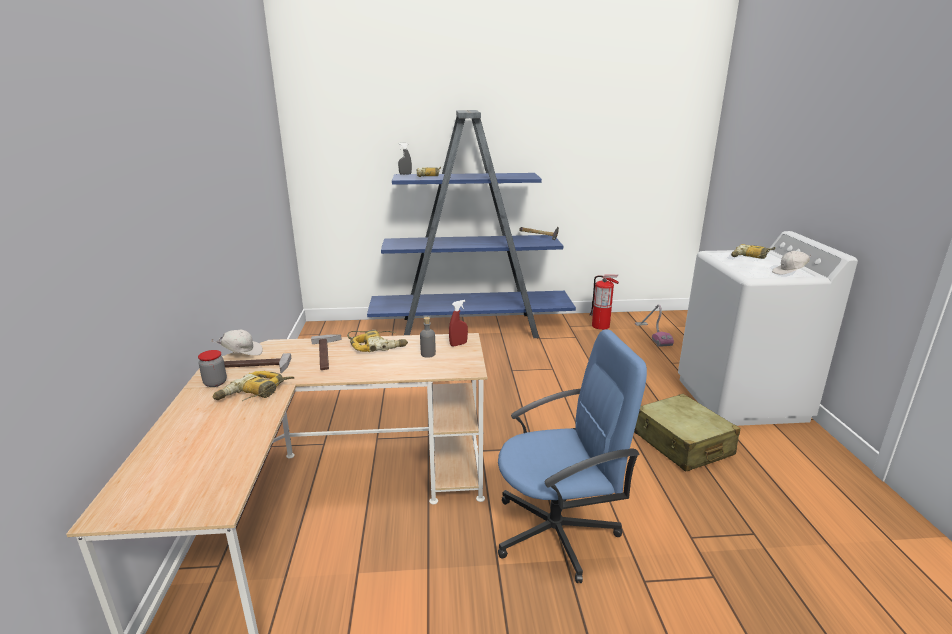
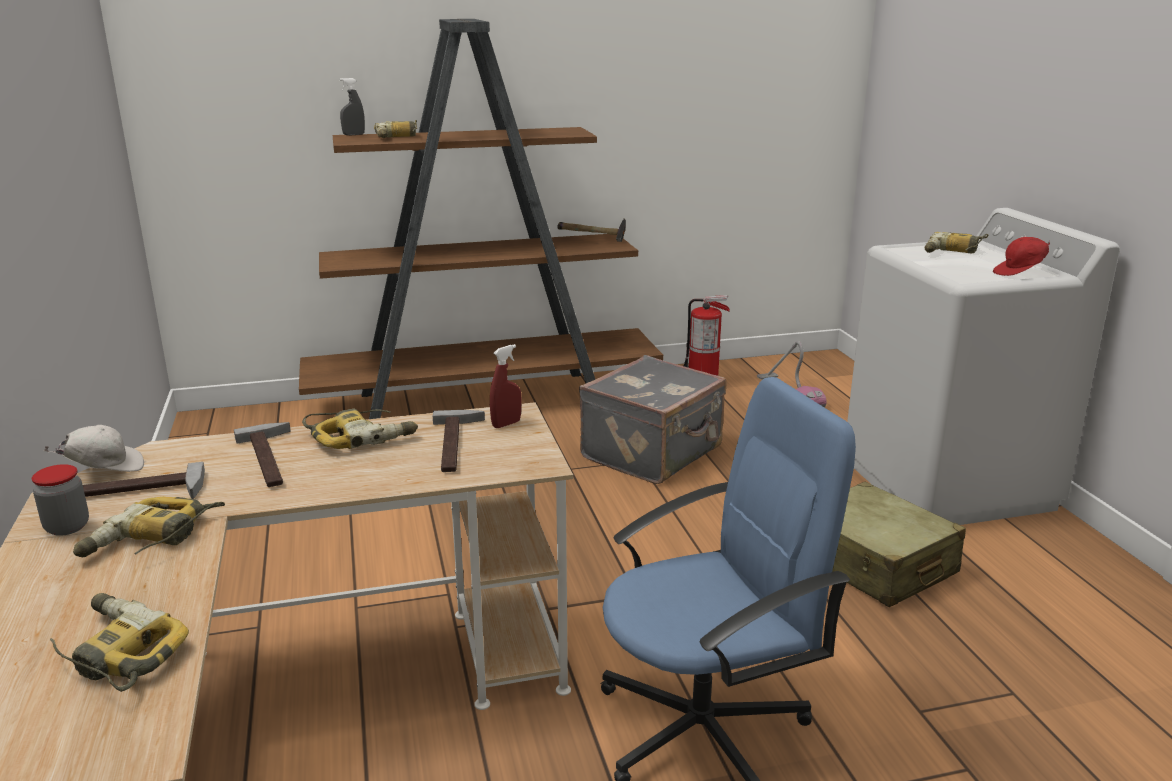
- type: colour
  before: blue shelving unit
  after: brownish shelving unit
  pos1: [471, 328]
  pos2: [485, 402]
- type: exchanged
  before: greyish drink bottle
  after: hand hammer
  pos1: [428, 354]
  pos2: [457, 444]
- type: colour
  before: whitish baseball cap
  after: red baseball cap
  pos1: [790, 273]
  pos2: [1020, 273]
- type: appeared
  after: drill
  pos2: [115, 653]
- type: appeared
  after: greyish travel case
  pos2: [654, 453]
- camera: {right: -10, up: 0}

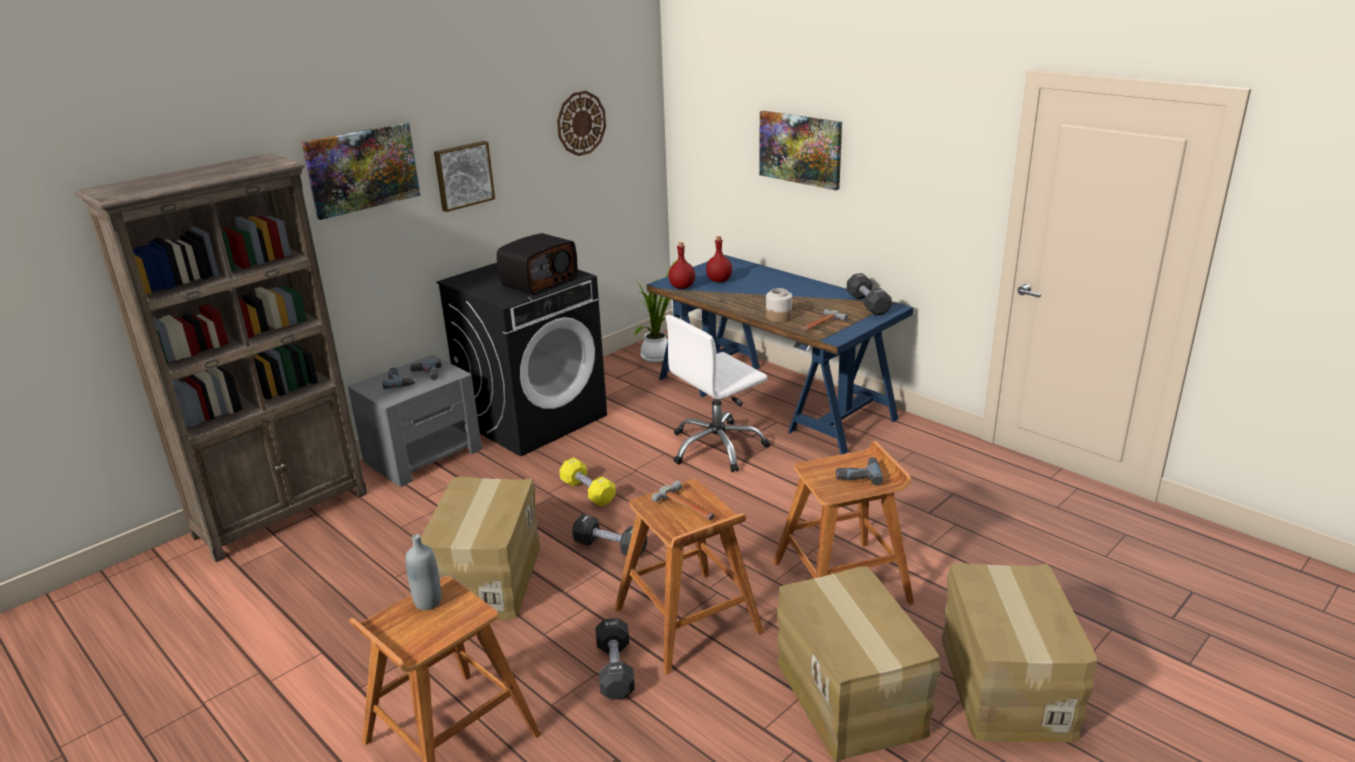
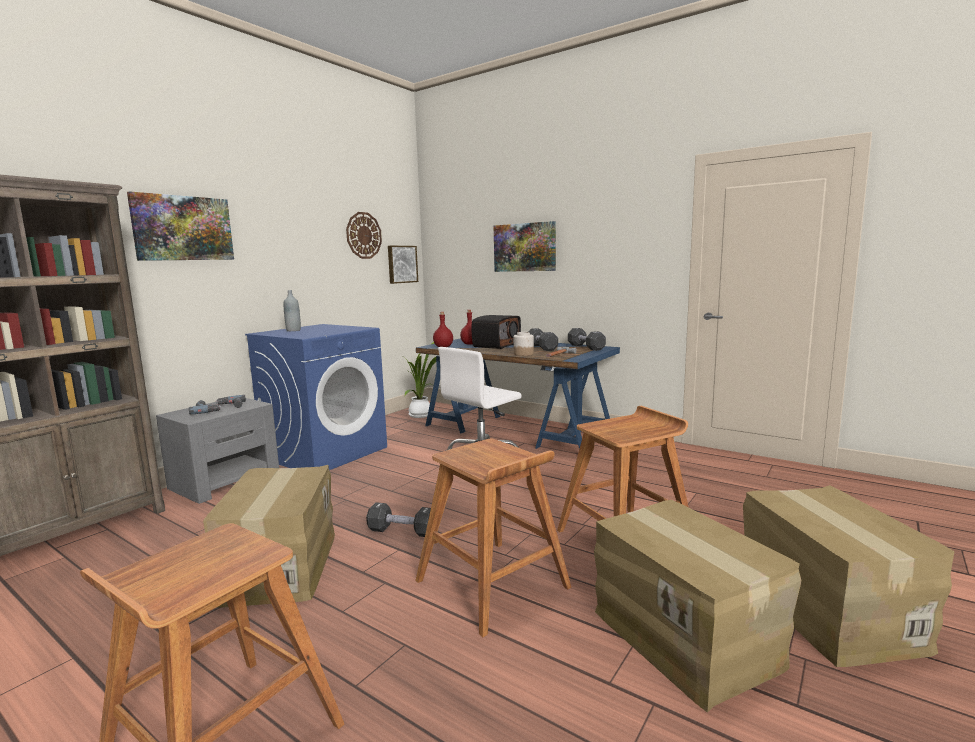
- type: relocated
  before: greyish drink bottle
  pos1: [428, 602]
  pos2: [293, 330]
- type: relocated
  before: wall picture
  pos1: [463, 175]
  pos2: [401, 264]
- type: colour
  before: blackish laundry appliance
  after: blue laundry appliance
  pos1: [534, 418]
  pos2: [325, 452]
- type: relocated
  before: radio
  pos1: [539, 282]
  pos2: [496, 345]
- type: missing
  before: yellowish hand weight
  pos1: [588, 492]
- type: relocated
  before: blackish hand weight
  pos1: [615, 670]
  pos2: [541, 347]
- type: missing
  before: hand hammer
  pos1: [687, 507]
- type: missing
  before: drill
  pos1: [857, 474]
- camera: {right: -10, up: -15}

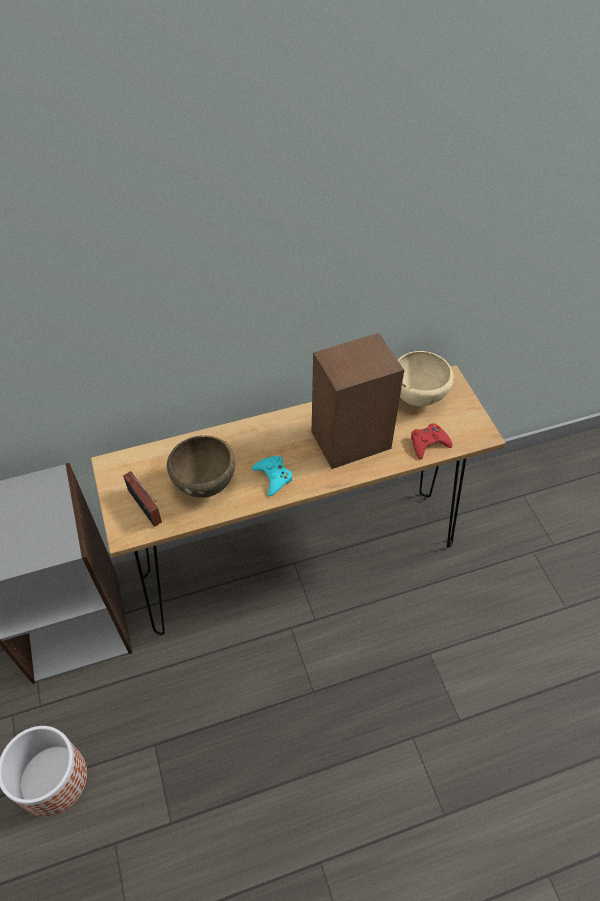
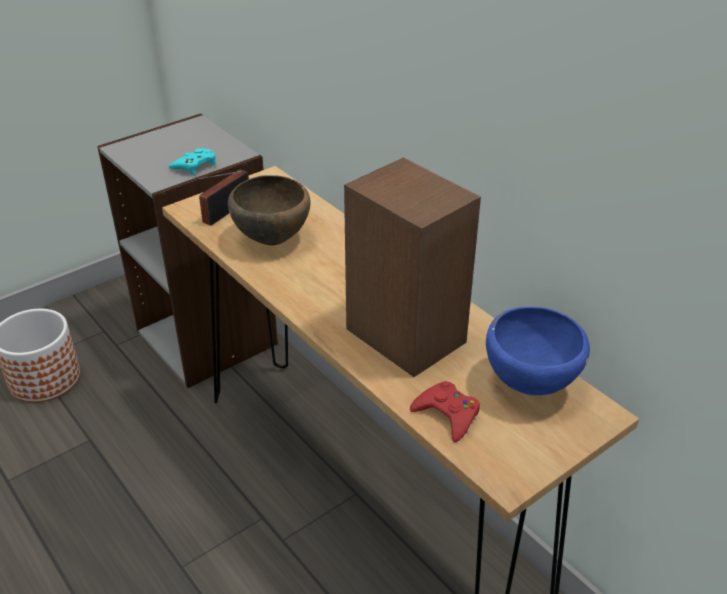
- type: relocated
  before: turquoise gamepad
  pos1: [273, 477]
  pos2: [195, 165]
- type: colour
  before: sand-coloured bowl
  after: blue bowl
  pos1: [416, 398]
  pos2: [528, 385]
- camera: {right: 70, up: -15}

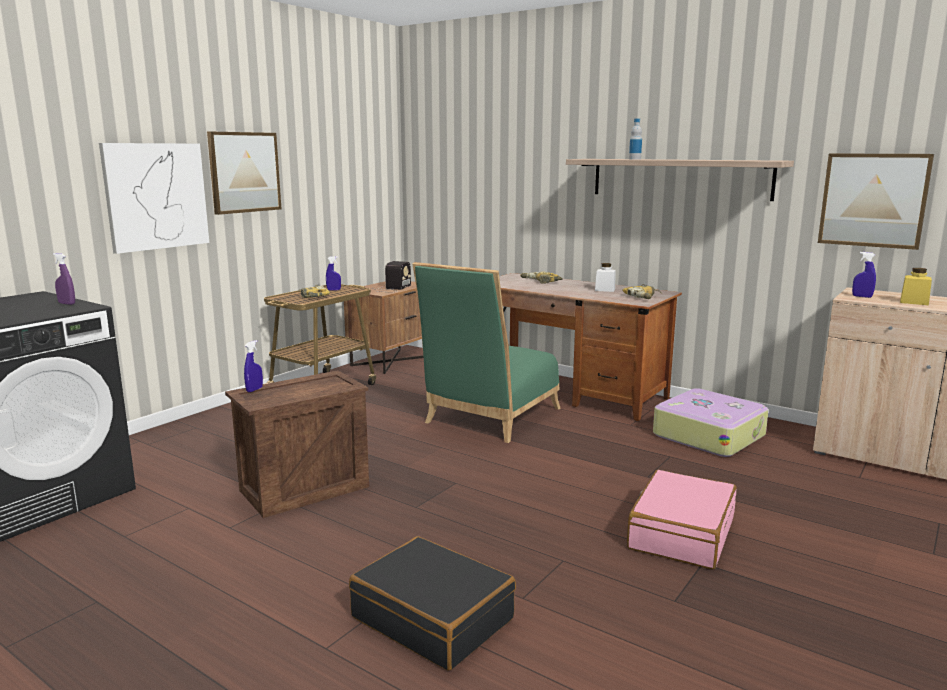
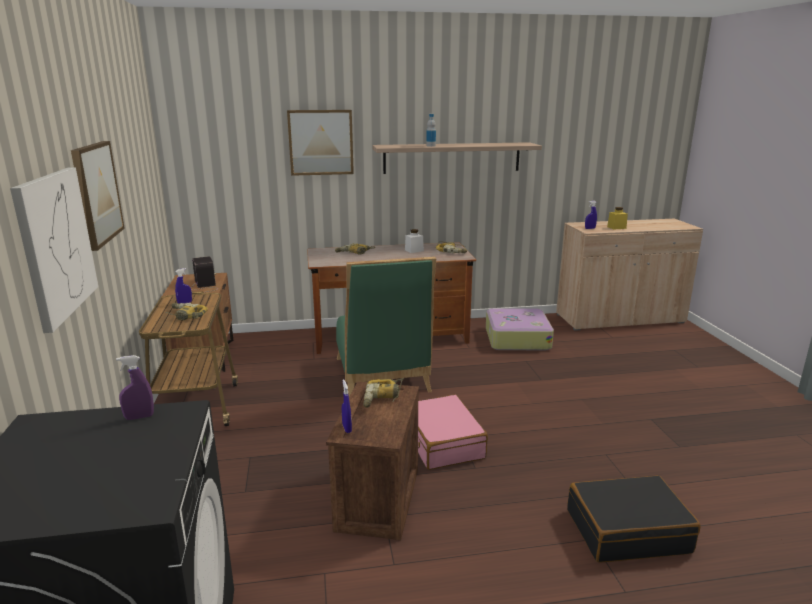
- type: relocated
  before: pinkish travel case
  pos1: [680, 533]
  pos2: [442, 442]
- type: relocated
  before: wall picture
  pos1: [873, 200]
  pos2: [321, 142]
- type: appeared
  after: drill
  pos2: [383, 398]
- camera: {right: -45, up: 5}

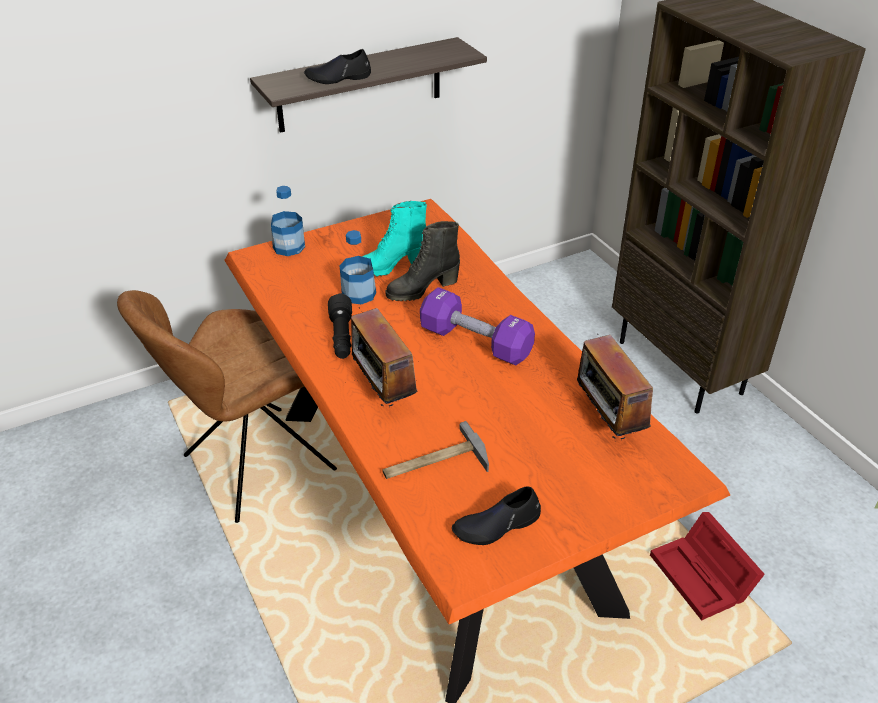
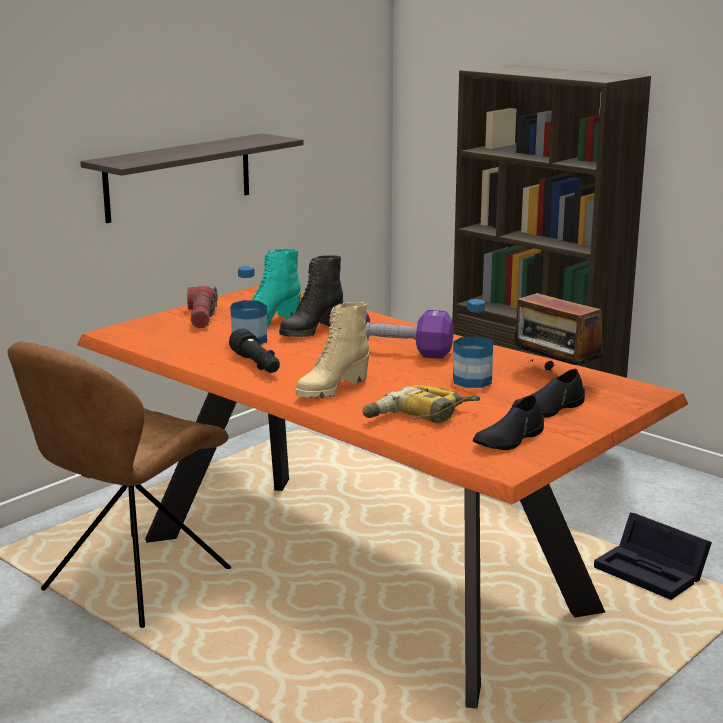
- type: relocated
  before: drink bottle
  pos1: [289, 247]
  pos2: [472, 381]
- type: relocated
  before: blackish item of footwear
  pos1: [338, 78]
  pos2: [548, 409]
- type: exchanged
  before: radio
  after: sand-coloured high-top boot
  pos1: [383, 394]
  pos2: [331, 389]
- type: exchanged
  before: hand hammer
  after: drill
  pos1: [434, 463]
  pos2: [419, 417]
- type: colour
  before: red storage container
  after: blackish storage container
  pos1: [704, 578]
  pos2: [653, 573]
- type: appeared
  after: flashlight
  pos2: [202, 317]
- camera: {right: -20, up: -20}

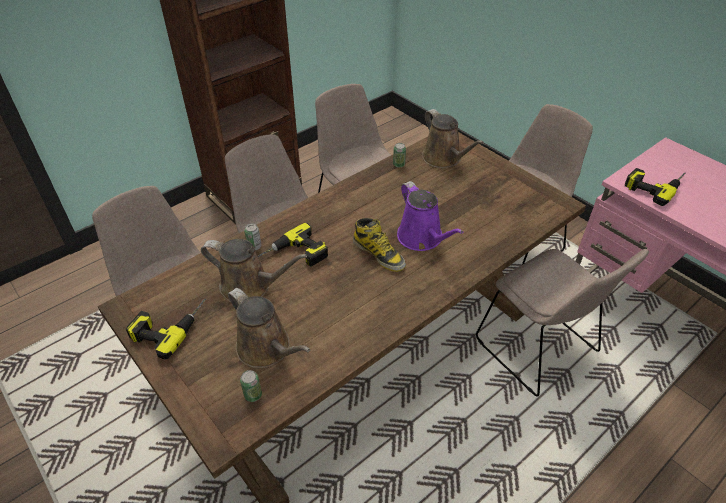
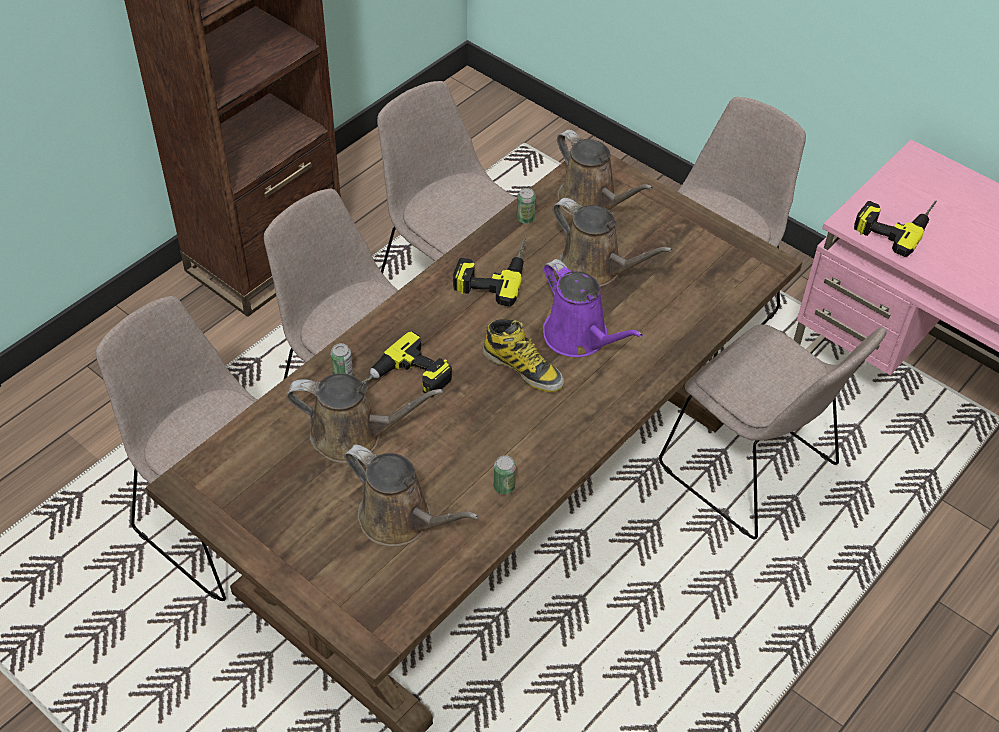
- type: relocated
  before: drill
  pos1: [169, 324]
  pos2: [492, 272]
- type: relocated
  before: metal can
  pos1: [253, 395]
  pos2: [504, 487]
- type: appeared
  after: brownish sprinkling can
  pos2: [596, 268]
- camera: {right: -10, up: 5}

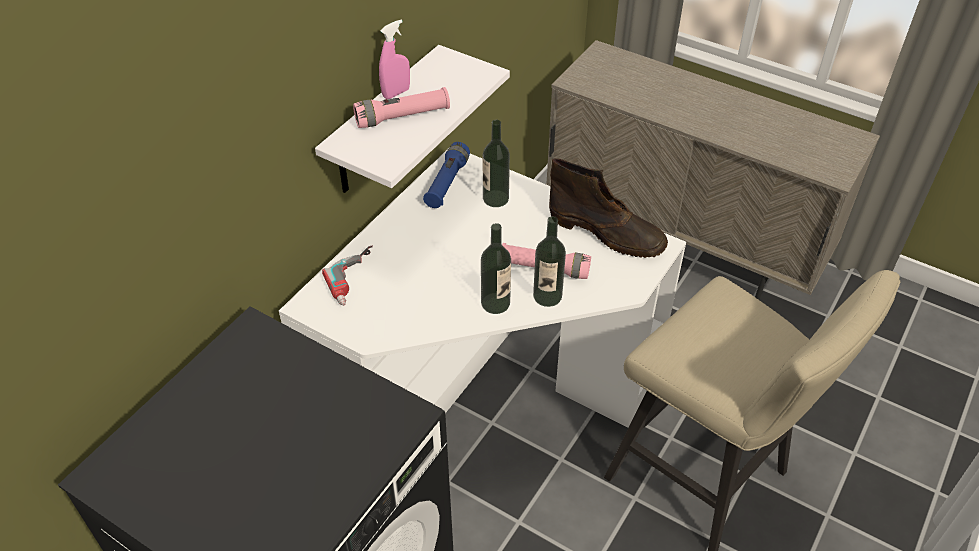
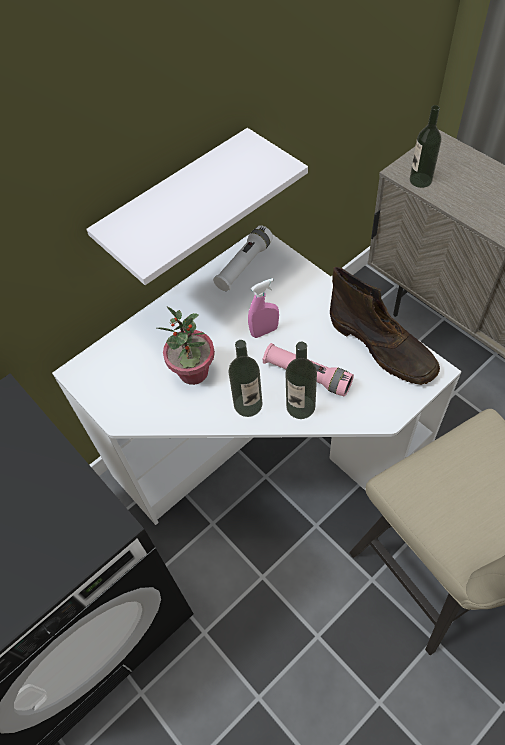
- type: missing
  before: drill
  pos1: [356, 279]
- type: missing
  before: pinkish flashlight
  pos1: [402, 117]
- type: relocated
  before: pinkish sprayer
  pos1: [396, 93]
  pos2: [264, 331]
- type: colour
  before: blue flashlight
  after: whitish flashlight
  pos1: [447, 183]
  pos2: [244, 265]
- type: relocated
  before: drink bottle
  pos1: [495, 198]
  pos2: [420, 180]
- type: appeared
  after: houseplant
  pos2: [193, 372]
- camera: {right: 20, up: 10}

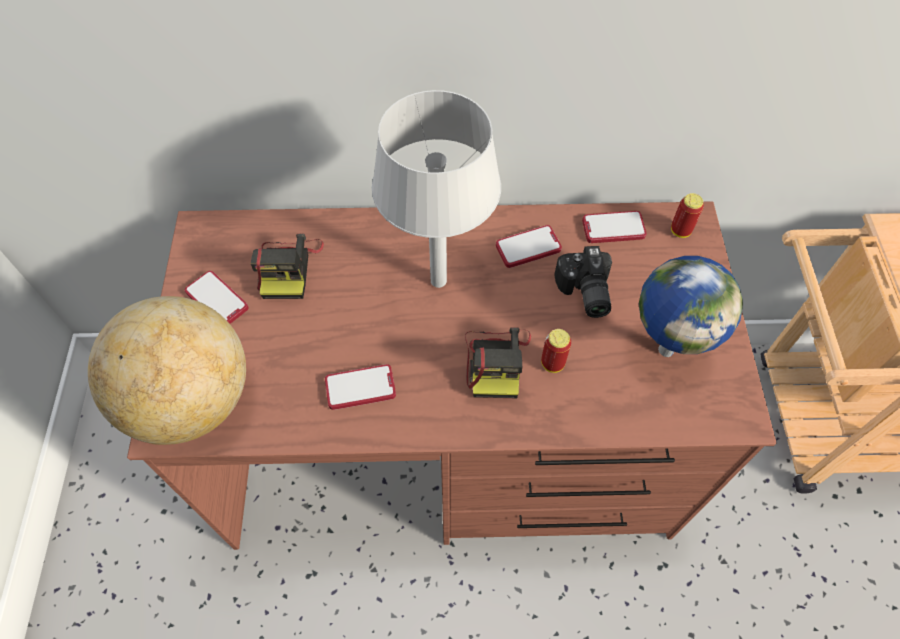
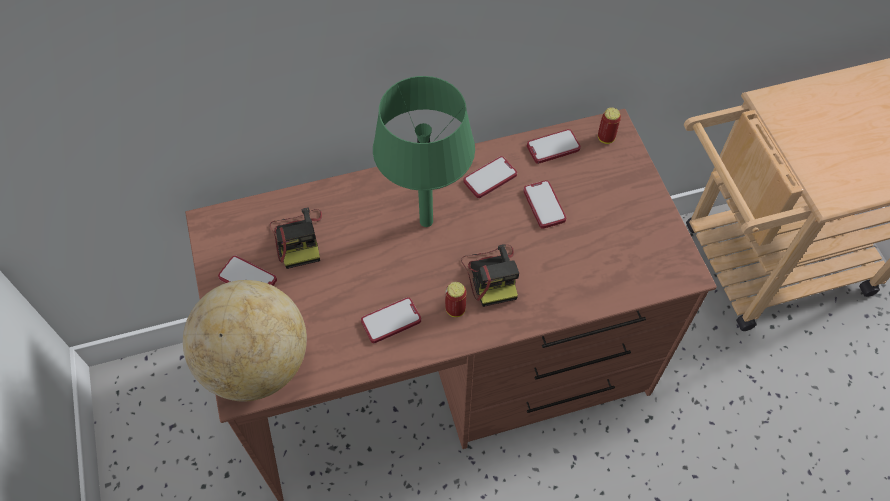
- type: colour
  before: greyish table lamp
  after: greenish table lamp
  pos1: [438, 282]
  pos2: [426, 222]
- type: relocated
  before: metal can
  pos1: [552, 363]
  pos2: [455, 309]
- type: exchanged
  before: still camera
  after: handset
  pos1: [583, 293]
  pos2: [544, 205]
- type: missing
  before: world globe
  pos1: [666, 348]
- camera: {right: -15, up: 0}

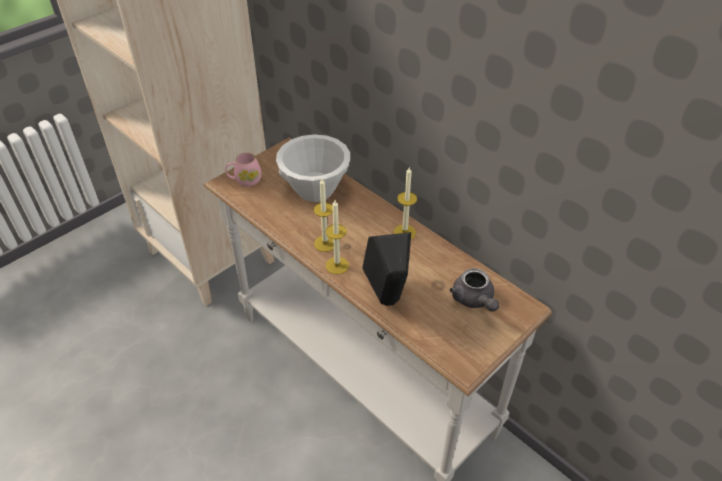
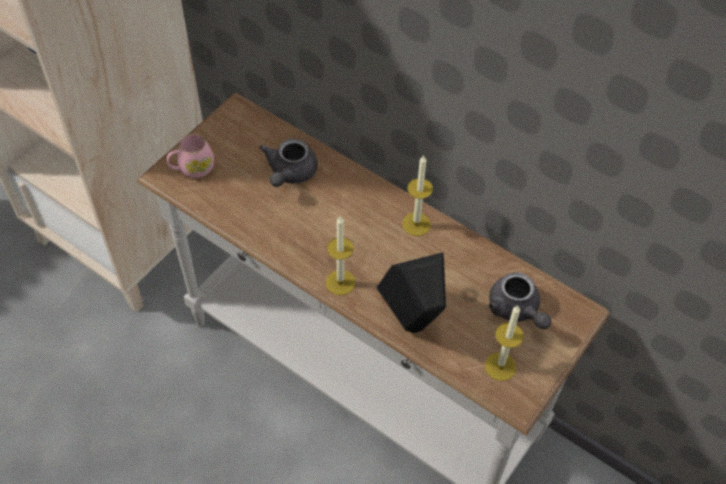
- type: exchanged
  before: whitish bowl
  after: greyish teapot
  pos1: [315, 190]
  pos2: [290, 174]
- type: relocated
  before: wax light
  pos1: [325, 243]
  pos2: [500, 366]
- camera: {right: -10, up: 10}

